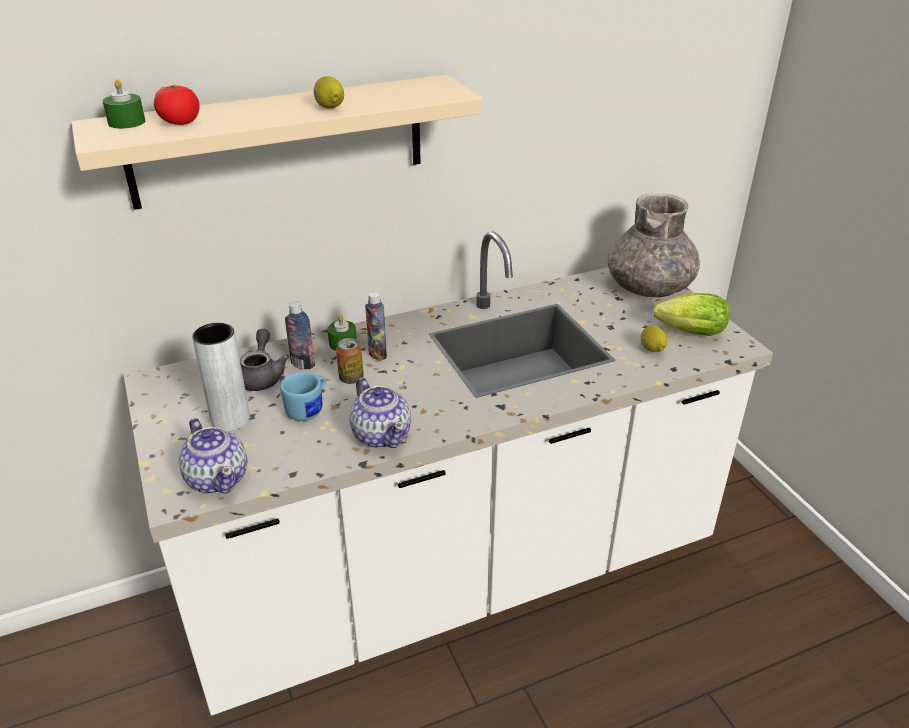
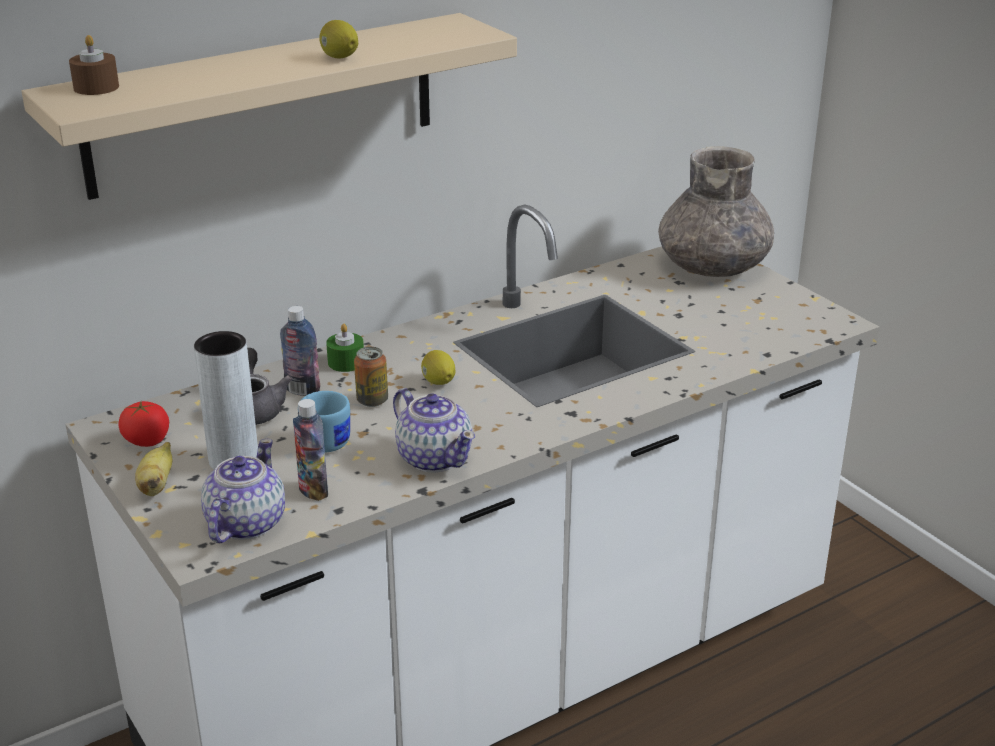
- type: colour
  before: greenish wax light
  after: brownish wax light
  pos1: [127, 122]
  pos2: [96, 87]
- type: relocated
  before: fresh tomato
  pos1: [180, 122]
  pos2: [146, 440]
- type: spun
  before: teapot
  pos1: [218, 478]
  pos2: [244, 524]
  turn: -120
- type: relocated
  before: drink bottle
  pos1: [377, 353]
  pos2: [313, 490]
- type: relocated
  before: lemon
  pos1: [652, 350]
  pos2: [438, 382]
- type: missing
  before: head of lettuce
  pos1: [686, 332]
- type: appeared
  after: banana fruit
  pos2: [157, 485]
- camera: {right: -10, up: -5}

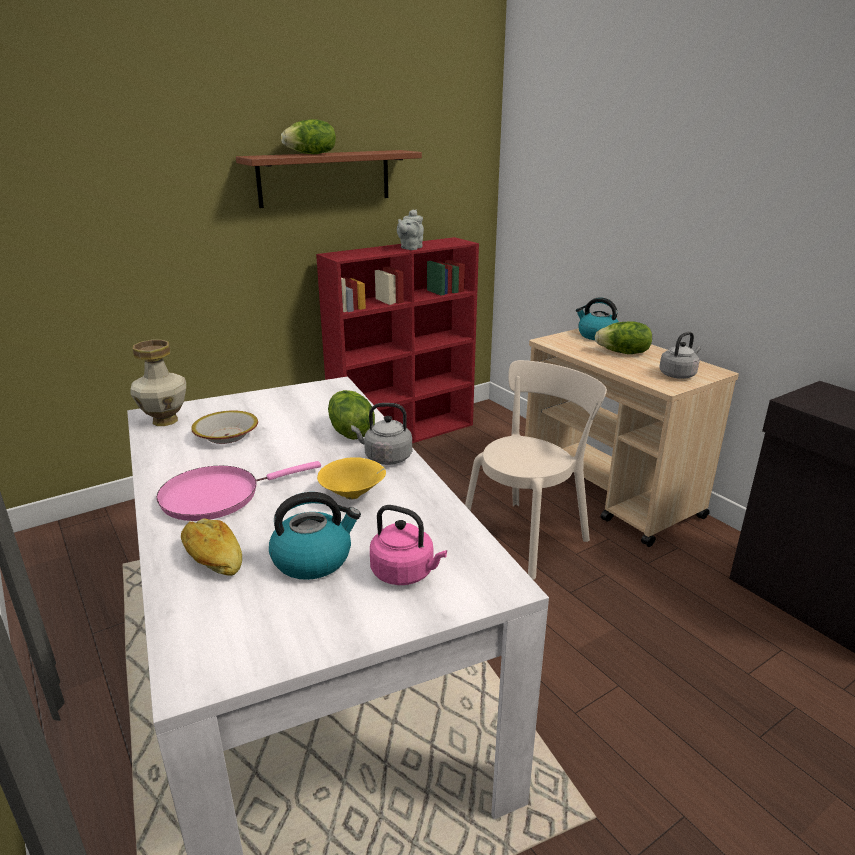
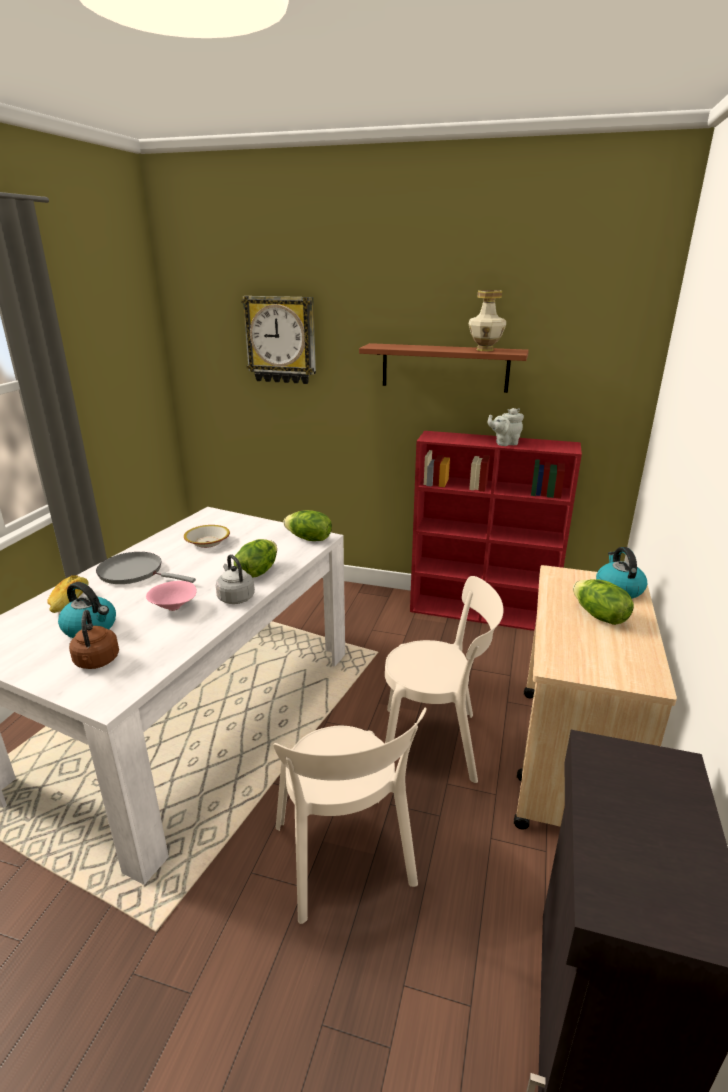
- type: relocated
  before: flower vase
  pos1: [165, 421]
  pos2: [484, 350]
- type: colour
  before: pinkish frying pan
  after: greyish frying pan
  pos1: [217, 496]
  pos2: [135, 572]
- type: relocated
  before: head of lettuce
  pos1: [311, 154]
  pos2: [309, 539]
- type: colour
  before: yellowish bowl
  after: pinkish bowl
  pos1: [354, 495]
  pos2: [174, 608]
- type: colour
  before: pinkish kettle
  after: brownish kettle
  pos1: [405, 573]
  pos2: [97, 662]
- type: missing
  before: greyish kettle
  pos1: [678, 374]
- type: appeared
  after: wall clock
  pos2: [281, 340]
- type: appeared
  after: sand-coloured chair
  pos2: [345, 861]
- camera: {right: 50, up: 0}

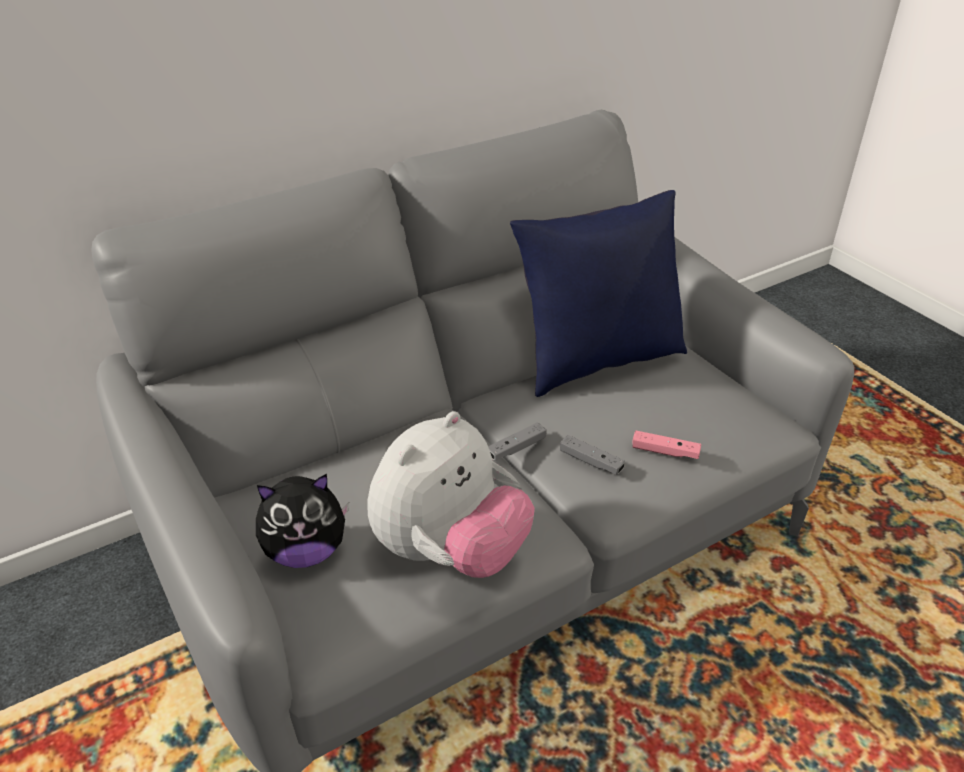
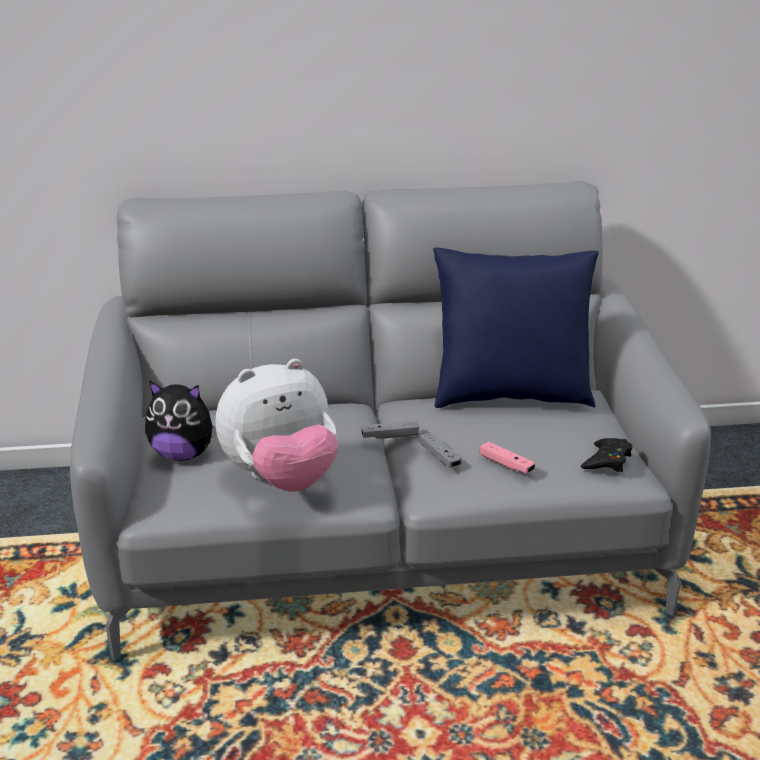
- type: appeared
  after: blackish gamepad
  pos2: [607, 461]
- camera: {right: 25, up: -10}

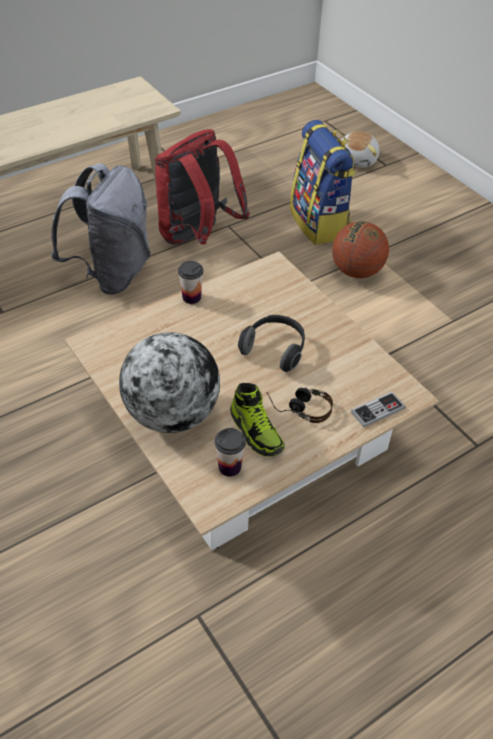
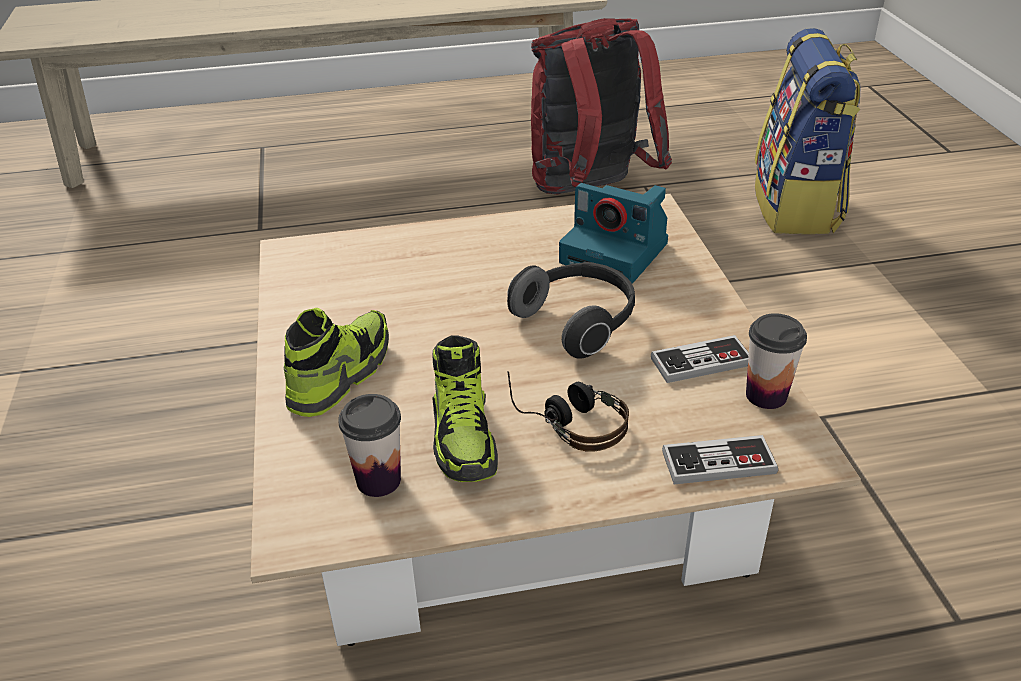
- type: missing
  before: greyish rucksack
  pos1: [112, 274]
- type: exchanged
  before: world globe
  after: item of footwear
  pos1: [172, 414]
  pos2: [340, 375]
- type: relocated
  before: small cup
  pos1: [191, 297]
  pos2: [766, 395]
- type: missing
  before: ball for basketball
  pos1: [356, 271]
- type: missing
  before: soft toy
  pos1: [358, 160]
- type: appeared
  after: still camera
  pos2: [616, 253]
- type: appeared
  after: gamepad
  pos2: [701, 362]
- camera: {right: 25, up: -10}

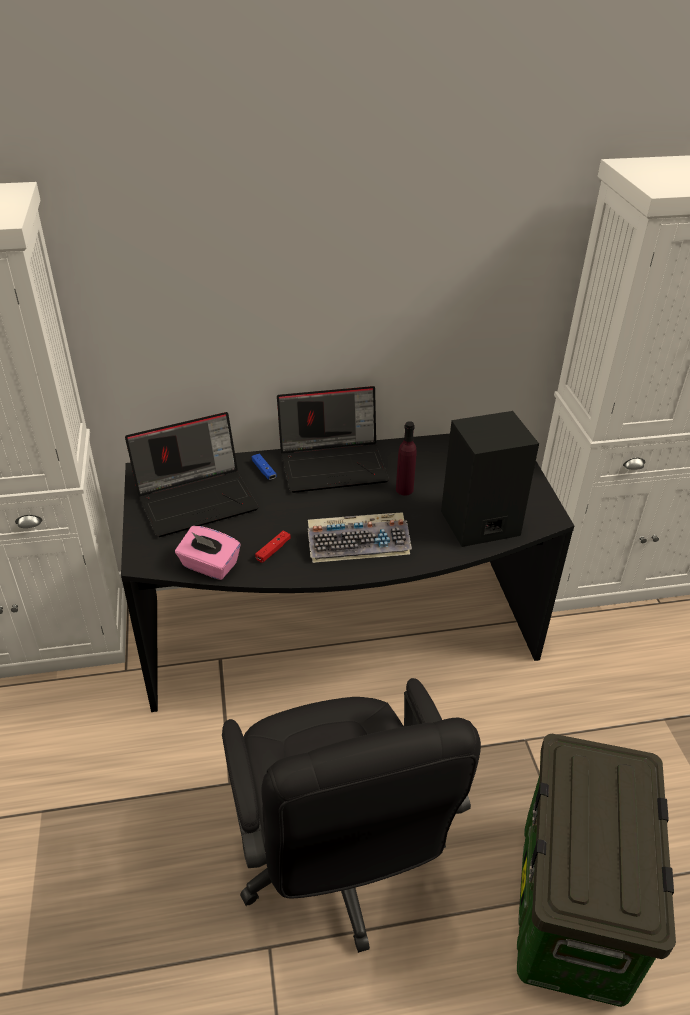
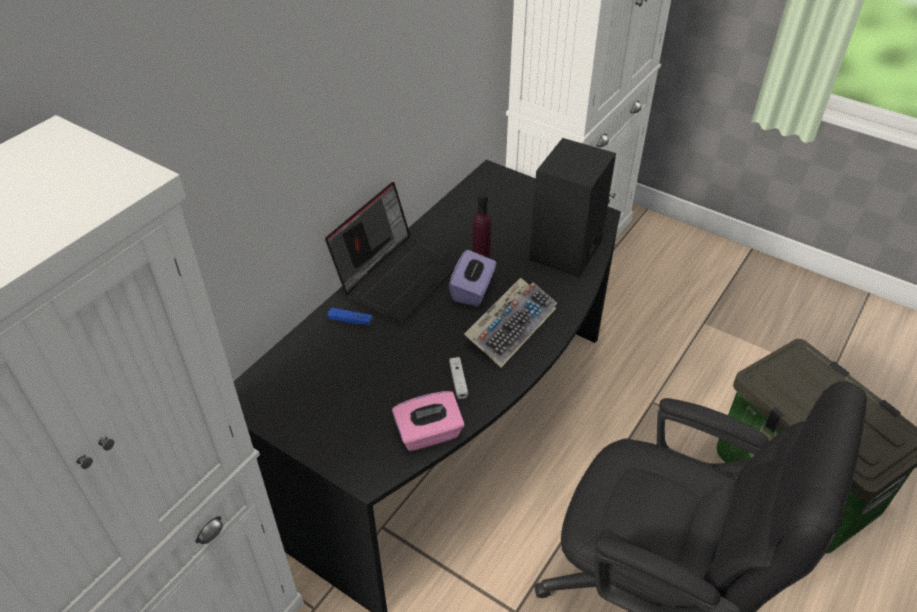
- type: missing
  before: notebook computer
  pos1: [197, 498]
- type: colour
  before: red gamepad
  after: whitish gamepad
  pos1: [273, 550]
  pos2: [458, 381]
- type: appeared
  after: purplish tissue box
  pos2: [473, 290]
- camera: {right: -45, up: 5}

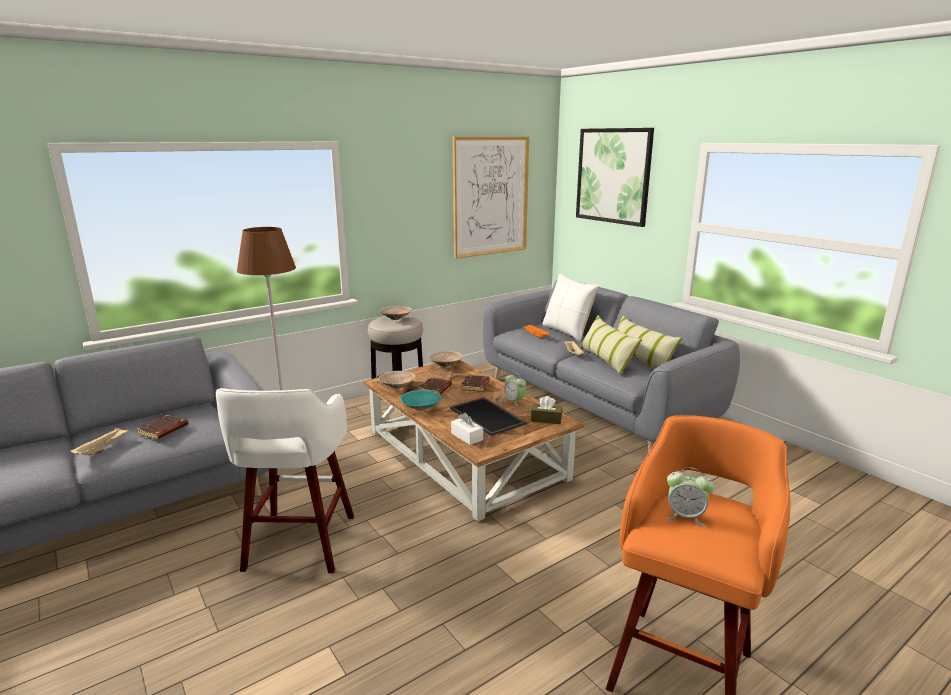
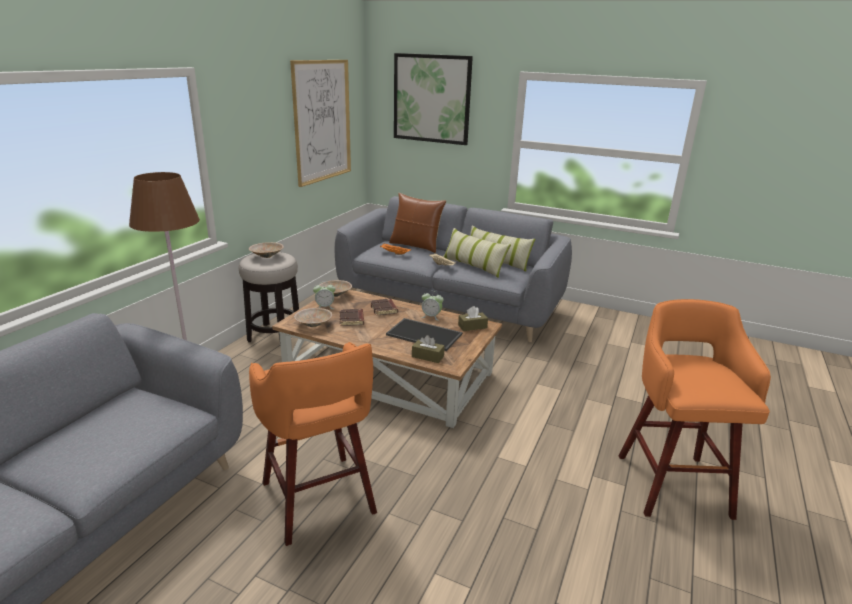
- type: missing
  before: sand-coloured tray
  pos1: [103, 449]
- type: missing
  before: brownish book
  pos1: [163, 431]
- type: colour
  before: whitish sitting stool
  after: orange-coloured sitting stool
  pos1: [299, 545]
  pos2: [319, 500]
- type: missing
  before: turquoise bowl
  pos1: [421, 408]
- type: colour
  before: whitish tissue box
  after: brownish tissue box
  pos1: [467, 436]
  pos2: [427, 356]
- type: colour
  before: whitish pillow
  after: brownish pillow
  pos1: [567, 332]
  pos2: [416, 245]
- type: relocated
  before: table clock
  pos1: [685, 516]
  pos2: [325, 307]
- camera: {right: -30, up: 5}

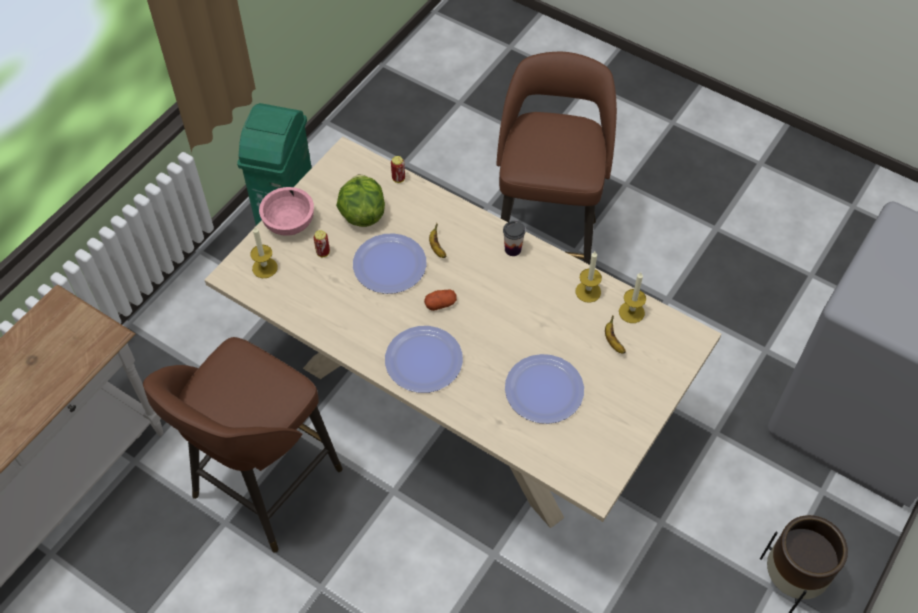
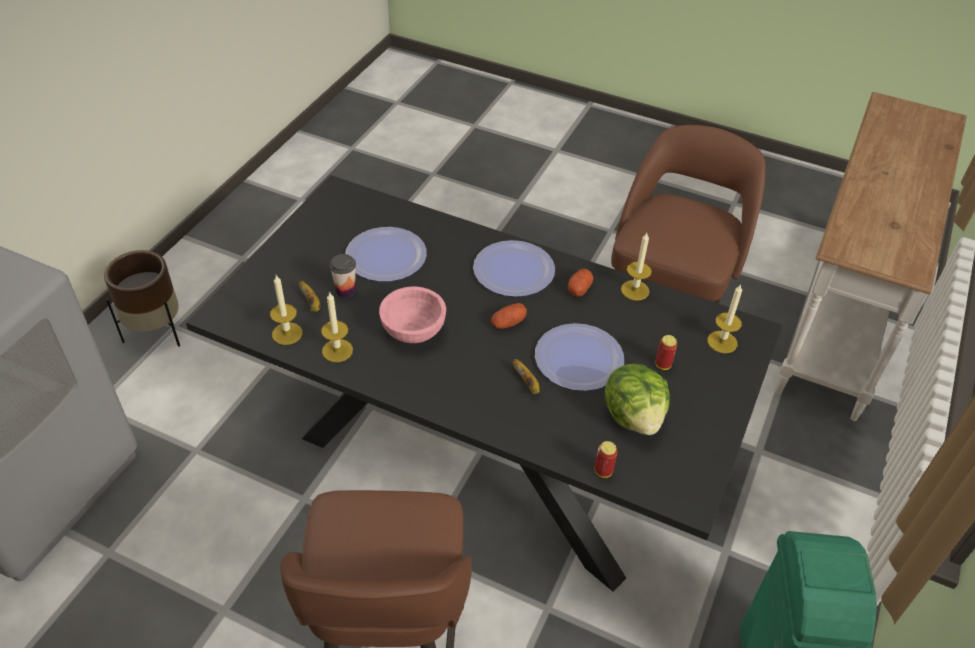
- type: colour
  before: sand-coloured dinner table
  after: blackish dinner table
  pos1: [460, 399]
  pos2: [480, 456]
- type: relocated
  before: pinkish bowl
  pos1: [289, 223]
  pos2: [413, 330]
- type: relocated
  before: small cup
  pos1: [513, 249]
  pos2: [345, 291]
- type: appeared
  after: spud
  pos2: [579, 288]
- type: appeared
  after: wax light
  pos2: [635, 290]
- camera: {right: 170, up: -10}

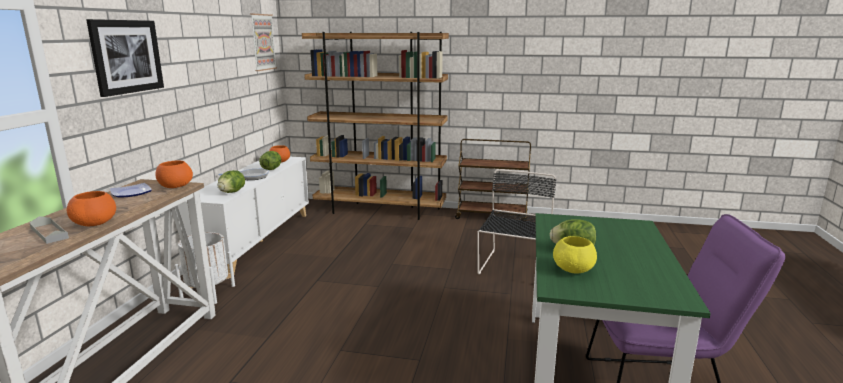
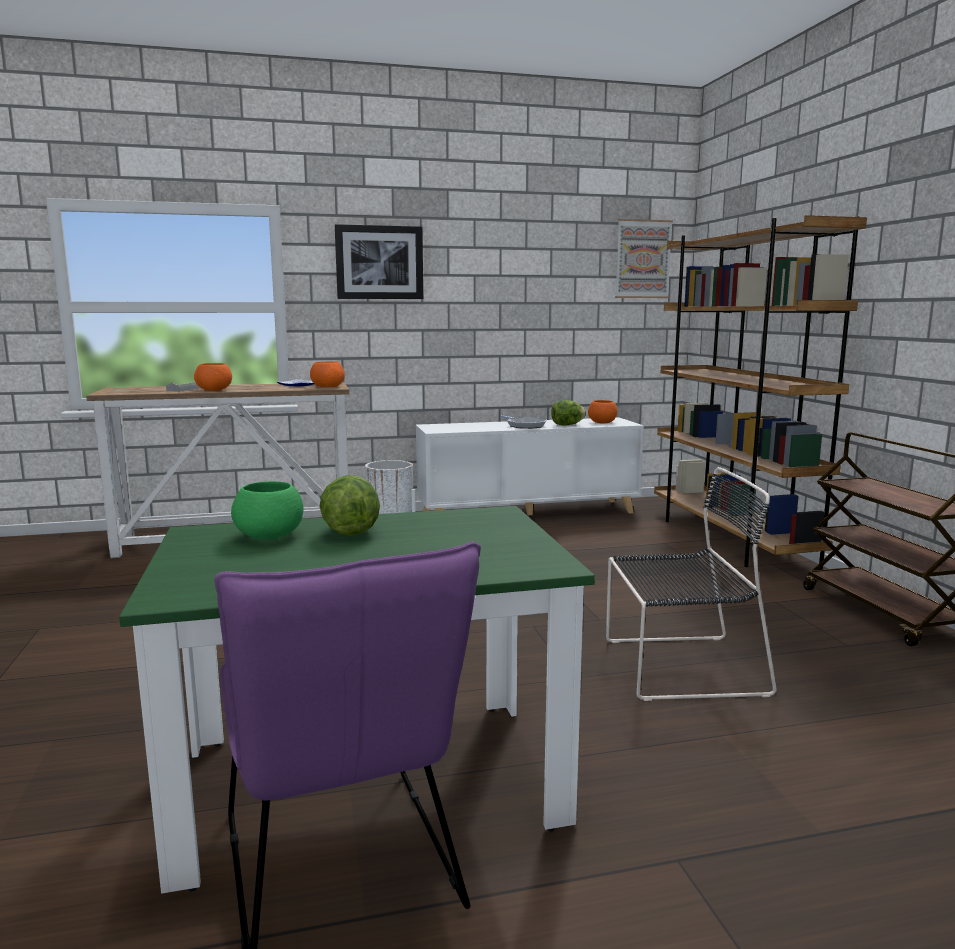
- type: missing
  before: head of lettuce
  pos1: [232, 192]
- type: colour
  before: yellowish bowl
  after: greenish bowl
  pos1: [574, 269]
  pos2: [270, 536]
- camera: {right: 65, up: -5}

